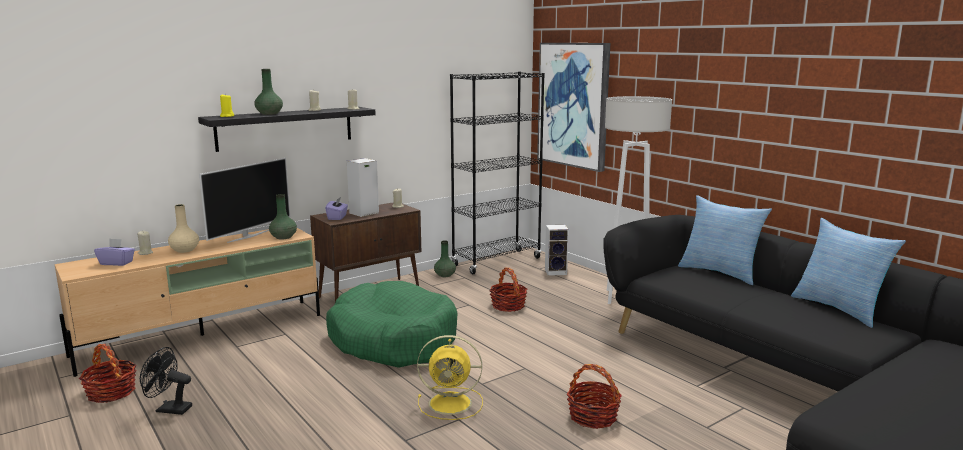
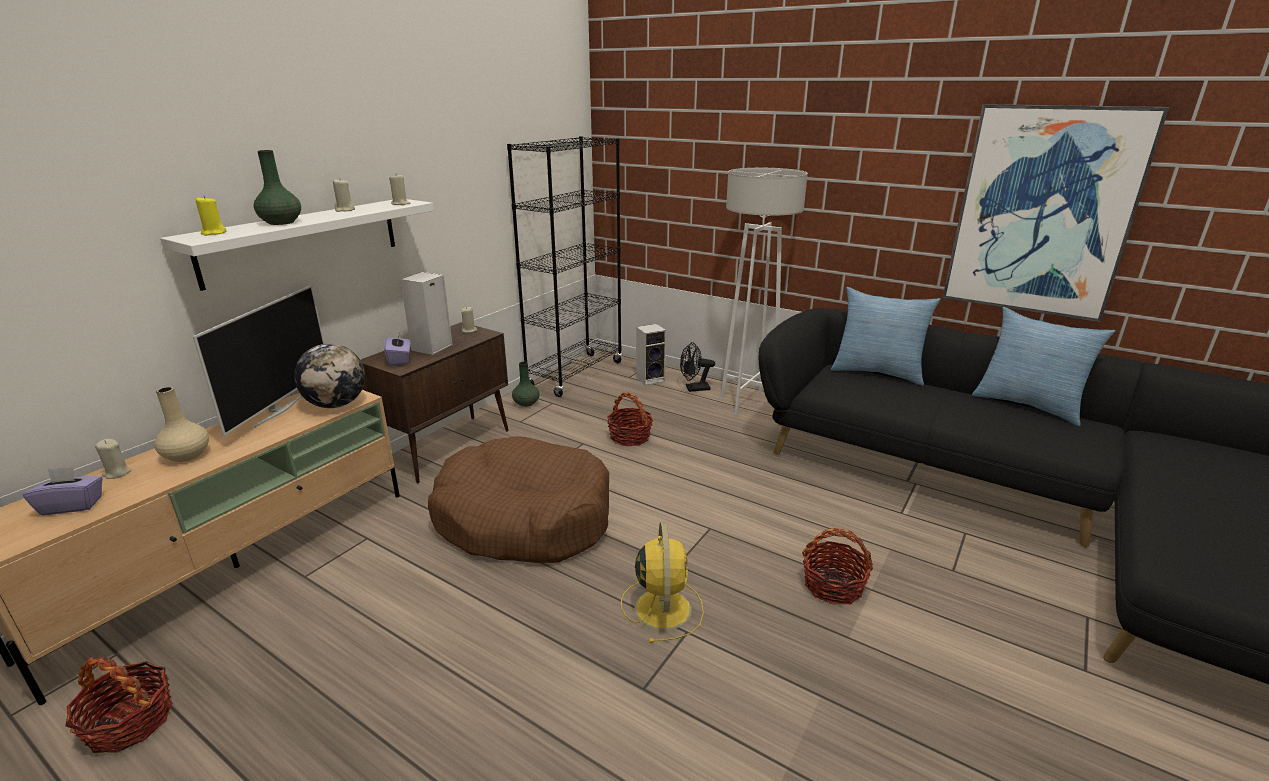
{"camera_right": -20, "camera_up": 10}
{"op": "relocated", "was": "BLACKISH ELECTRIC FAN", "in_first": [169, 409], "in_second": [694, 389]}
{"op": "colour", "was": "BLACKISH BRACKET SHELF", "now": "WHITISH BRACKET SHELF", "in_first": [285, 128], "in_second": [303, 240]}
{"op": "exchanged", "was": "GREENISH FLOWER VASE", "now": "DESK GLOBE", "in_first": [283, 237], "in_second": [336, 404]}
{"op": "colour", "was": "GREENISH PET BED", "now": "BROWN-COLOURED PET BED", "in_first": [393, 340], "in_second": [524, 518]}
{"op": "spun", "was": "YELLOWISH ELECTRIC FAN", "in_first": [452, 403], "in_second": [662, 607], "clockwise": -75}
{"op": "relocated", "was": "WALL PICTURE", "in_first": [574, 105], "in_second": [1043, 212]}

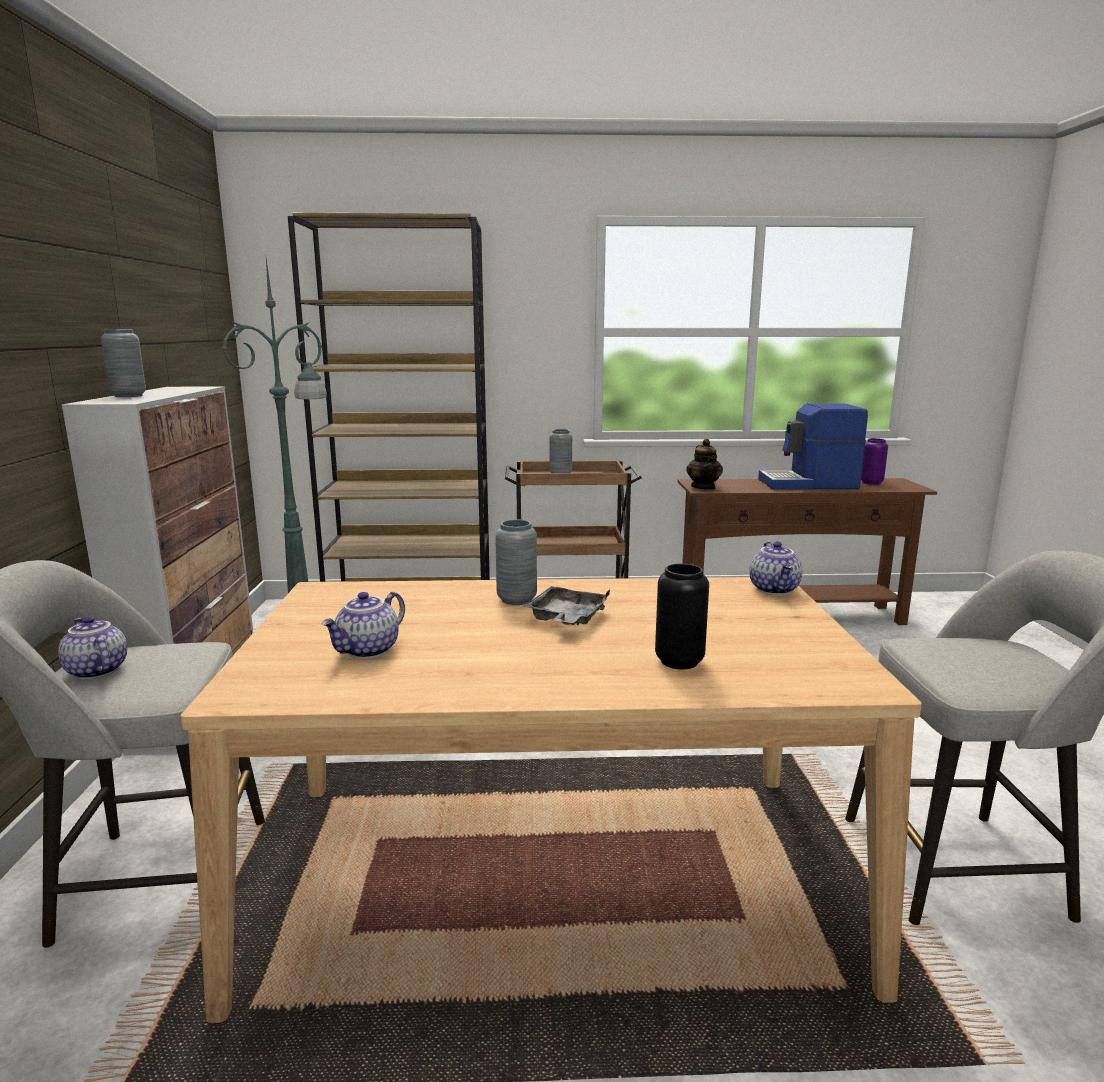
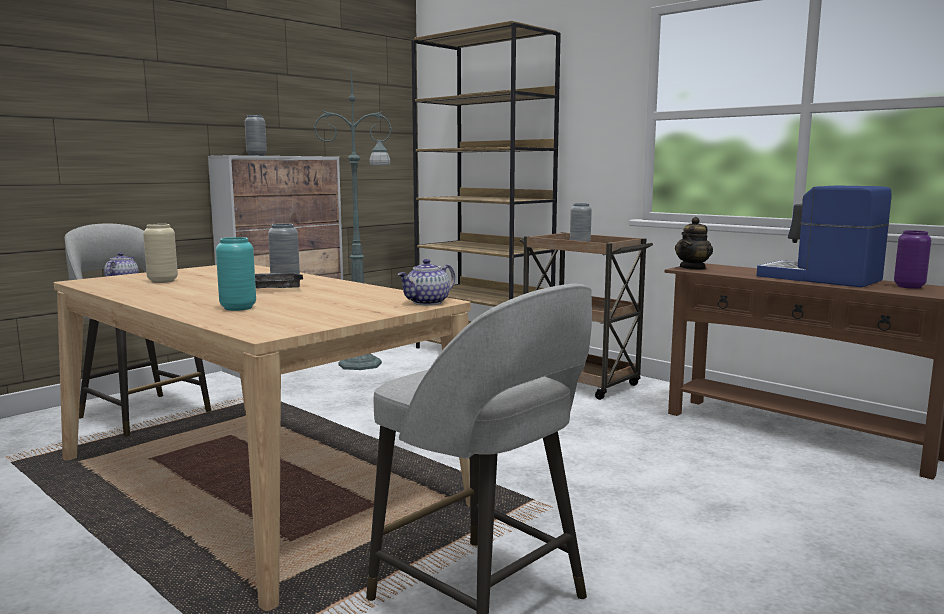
{"camera_right": 45, "camera_up": -5}
{"op": "exchanged", "was": "TEA POT", "now": "BEIGE-COLOURED FLOWER VASE", "in_first": [368, 651], "in_second": [162, 281]}
{"op": "colour", "was": "BLACKISH FLOWER VASE", "now": "BLUE-GREEN FLOWER VASE", "in_first": [679, 661], "in_second": [238, 308]}

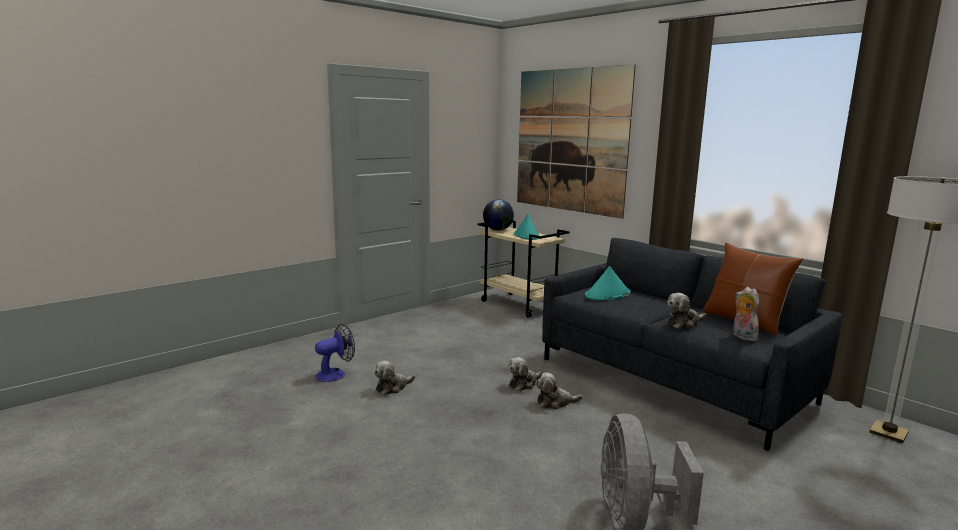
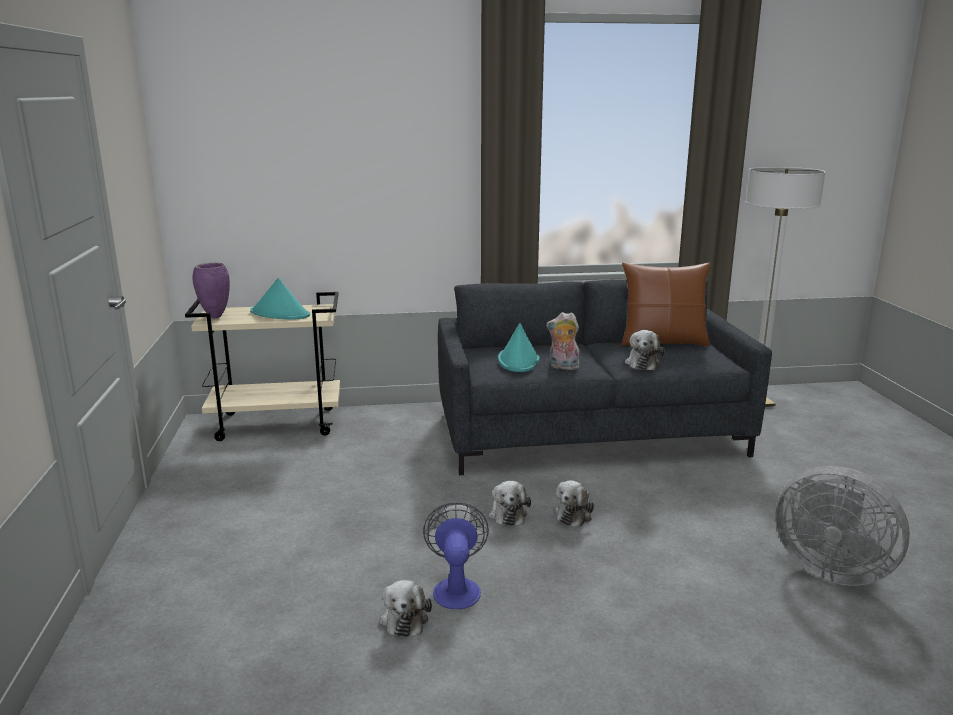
{"camera_right": -55, "camera_up": 5}
{"op": "relocated", "was": "ELECTRIC FAN", "in_first": [335, 374], "in_second": [456, 587]}
{"op": "exchanged", "was": "DESK GLOBE", "now": "PURPLE-COLOURED FLOWER VASE", "in_first": [498, 230], "in_second": [214, 317]}
{"op": "missing", "was": "WALL PICTURE", "in_first": [570, 141]}
{"op": "relocated", "was": "CUDDLY TOY", "in_first": [742, 336], "in_second": [563, 367]}

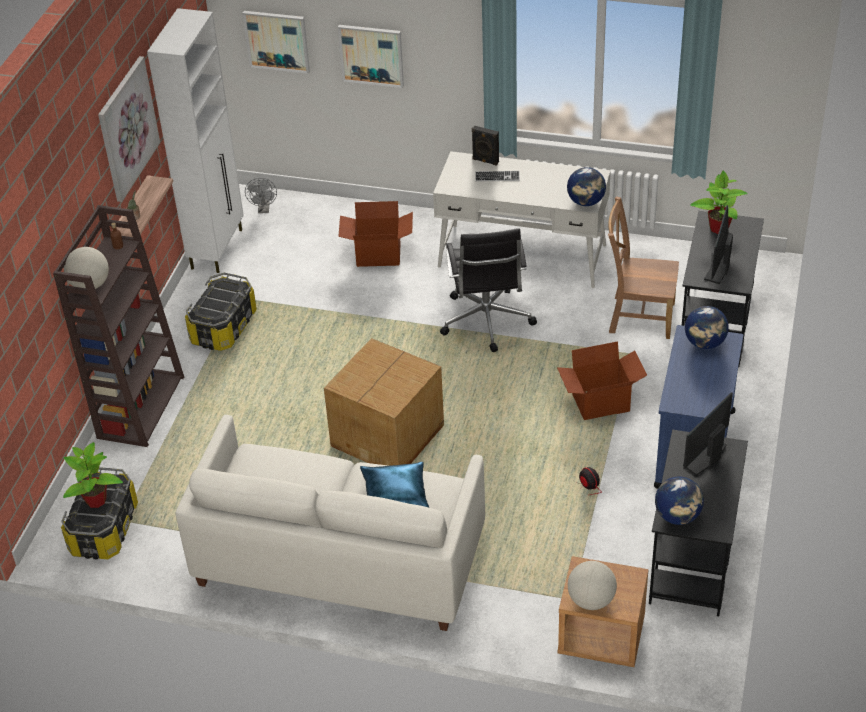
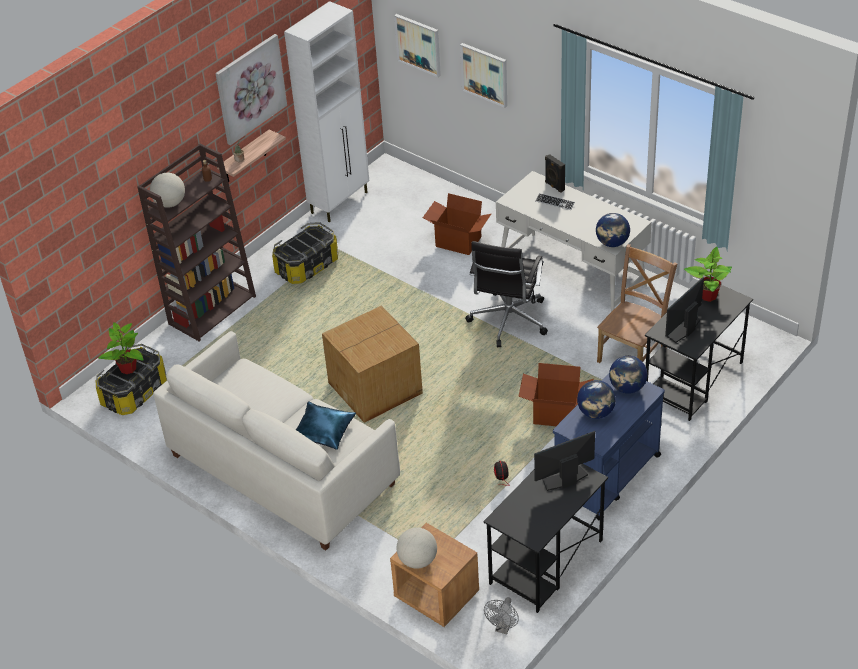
{"camera_right": 25, "camera_up": 0}
{"op": "relocated", "was": "GREYISH ELECTRIC FAN", "in_first": [264, 209], "in_second": [503, 628]}
{"op": "spun", "was": "BROWN-COLOURED PLAIN CHAIR", "in_first": [638, 317], "in_second": [633, 354], "clockwise": 90}
{"op": "relocated", "was": "DESK GLOBE", "in_first": [678, 516], "in_second": [596, 413]}

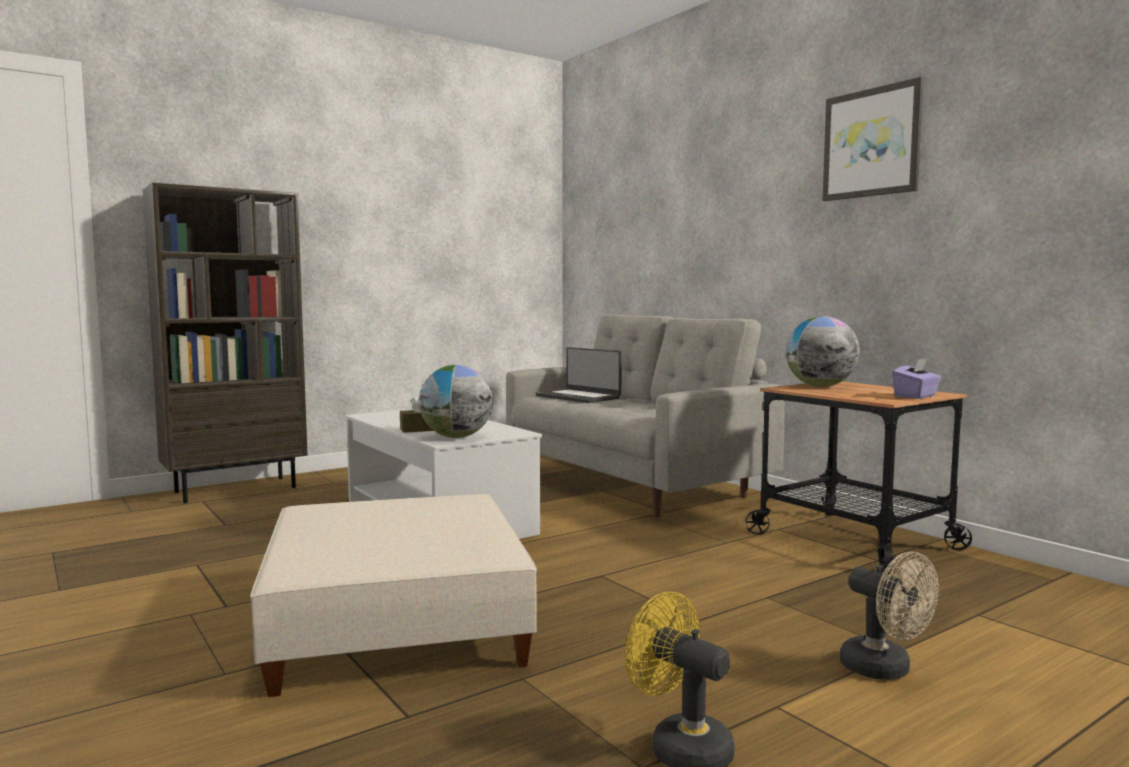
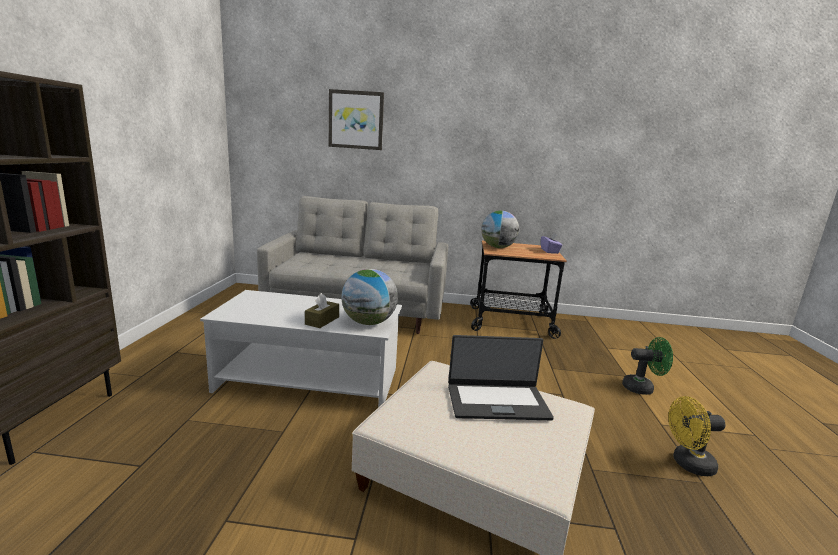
{"camera_right": -50, "camera_up": 10}
{"op": "relocated", "was": "NOTEBOOK COMPUTER", "in_first": [578, 397], "in_second": [497, 401]}
{"op": "relocated", "was": "WALL PICTURE", "in_first": [872, 143], "in_second": [356, 120]}
{"op": "colour", "was": "BEIGE-COLOURED ELECTRIC FAN", "now": "GREENISH ELECTRIC FAN", "in_first": [885, 670], "in_second": [642, 388]}

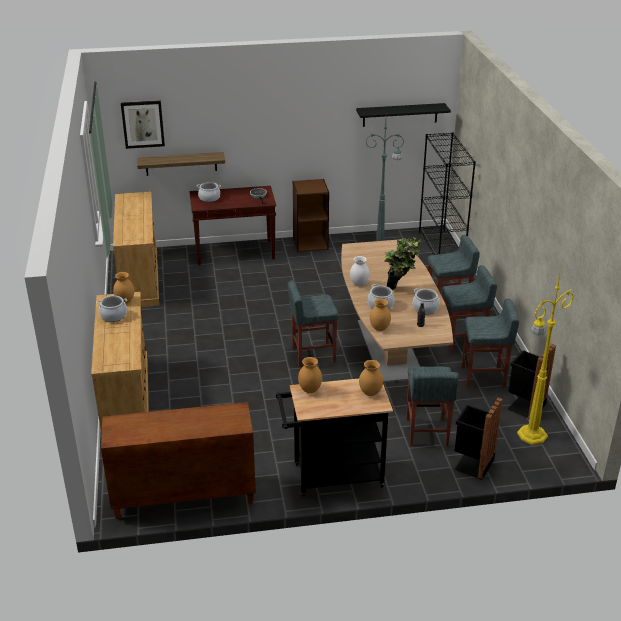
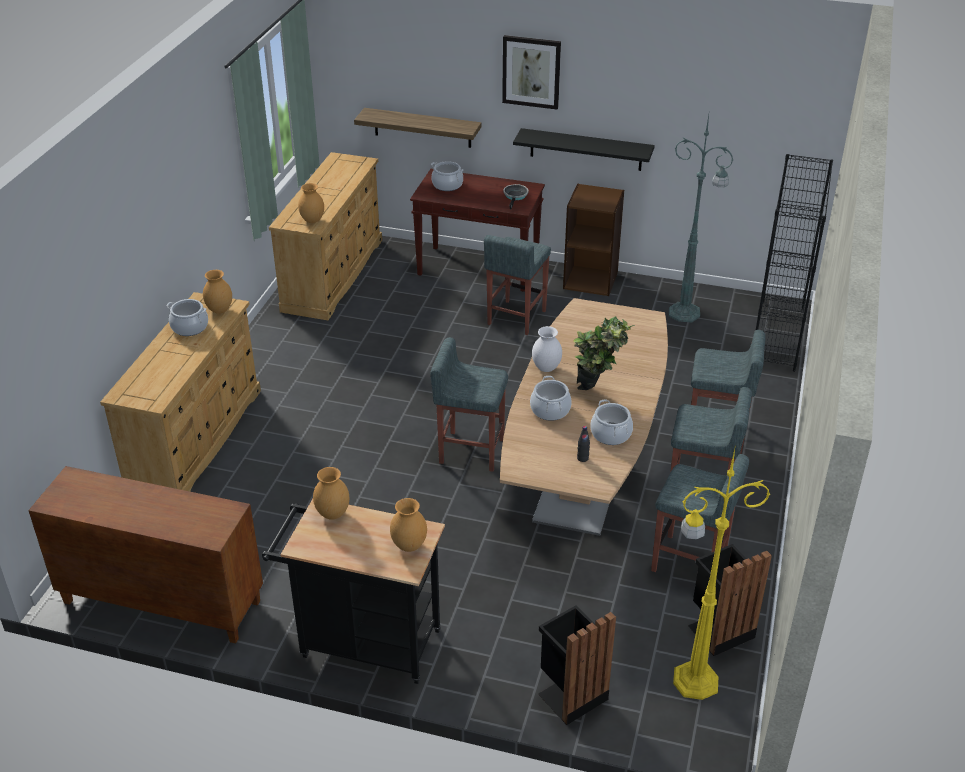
{"camera_right": 25, "camera_up": 5}
{"op": "relocated", "was": "WALL PICTURE", "in_first": [143, 124], "in_second": [531, 71]}
{"op": "relocated", "was": "BLACKISH BRACKET SHELF", "in_first": [400, 115], "in_second": [586, 149]}
{"op": "relocated", "was": "BROWN-COLOURED FLOWER VASE", "in_first": [379, 329], "in_second": [312, 221]}
{"op": "relocated", "was": "GREYISH SITTING STOOL", "in_first": [426, 432], "in_second": [516, 318]}

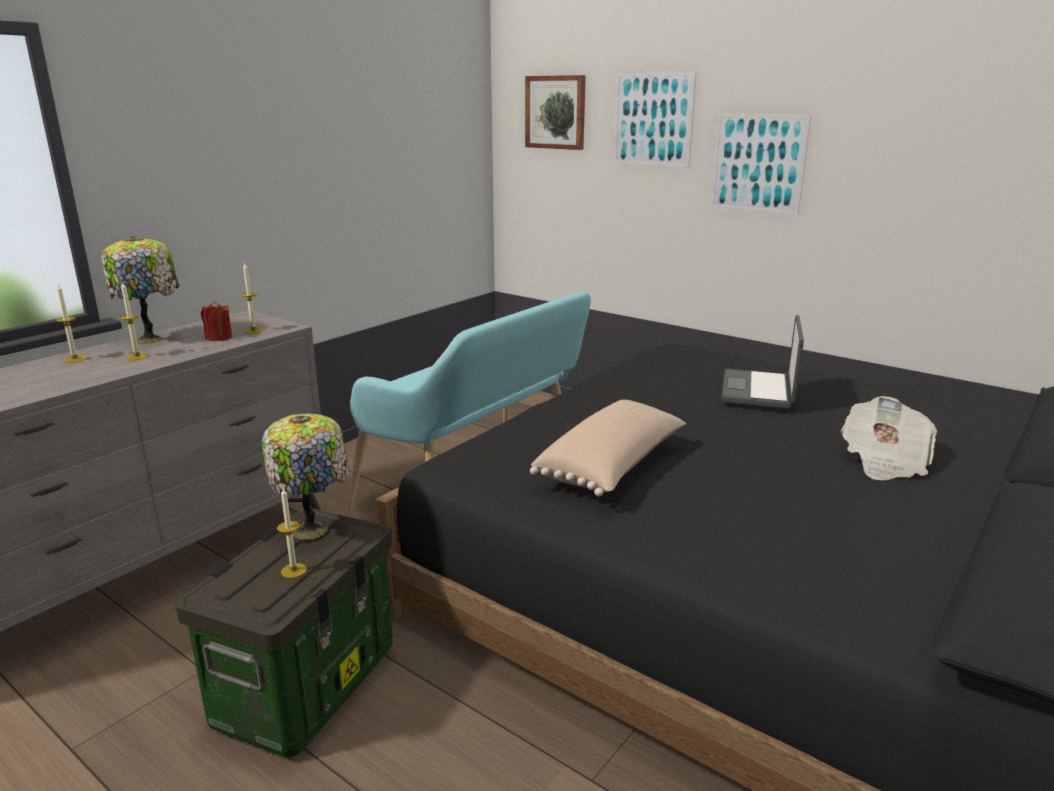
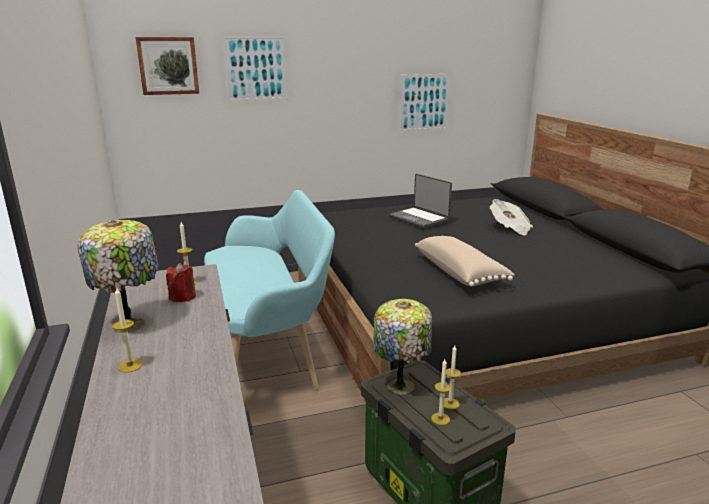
{"camera_right": -55, "camera_up": 0}
{"op": "relocated", "was": "WAX CANDLE", "in_first": [137, 357], "in_second": [440, 419]}
{"op": "relocated", "was": "WALL PICTURE", "in_first": [758, 163], "in_second": [424, 102]}

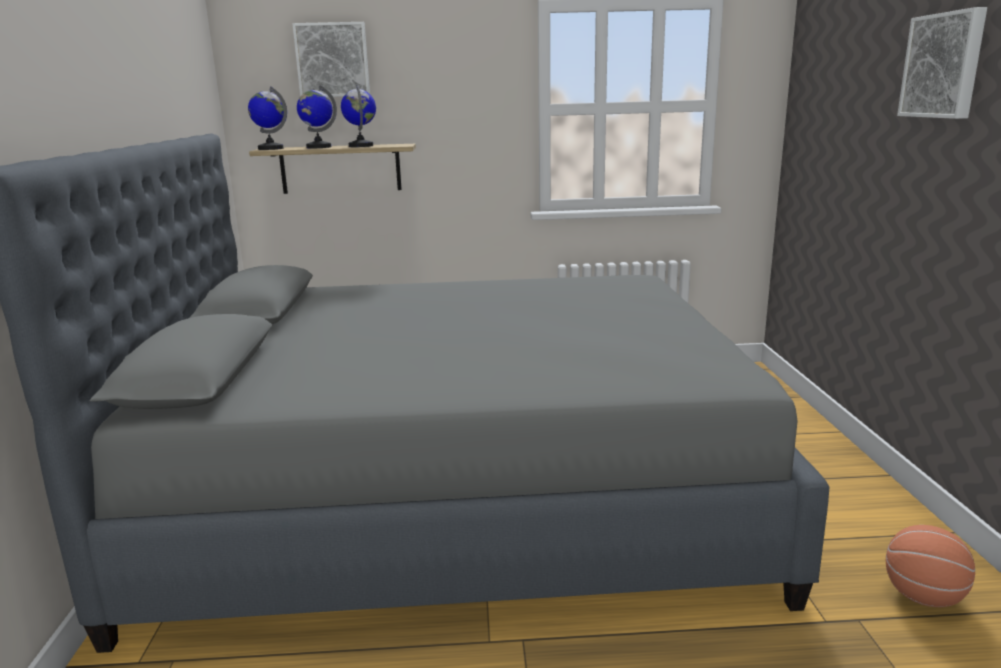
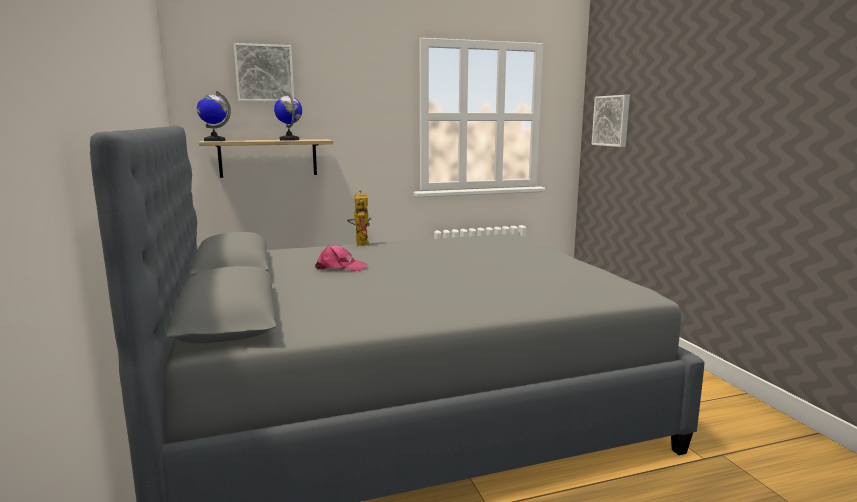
{"camera_right": -15, "camera_up": -5}
{"op": "missing", "was": "DESK GLOBE", "in_first": [318, 147]}
{"op": "missing", "was": "BALL FOR BASKETBALL", "in_first": [923, 597]}
{"op": "relocated", "was": "WALL PICTURE", "in_first": [944, 65], "in_second": [612, 121]}
{"op": "appeared", "now": "PINKISH PEAKED CAP", "in_second": [340, 267]}
{"op": "appeared", "now": "ROBOT FIGURE", "in_second": [360, 242]}

